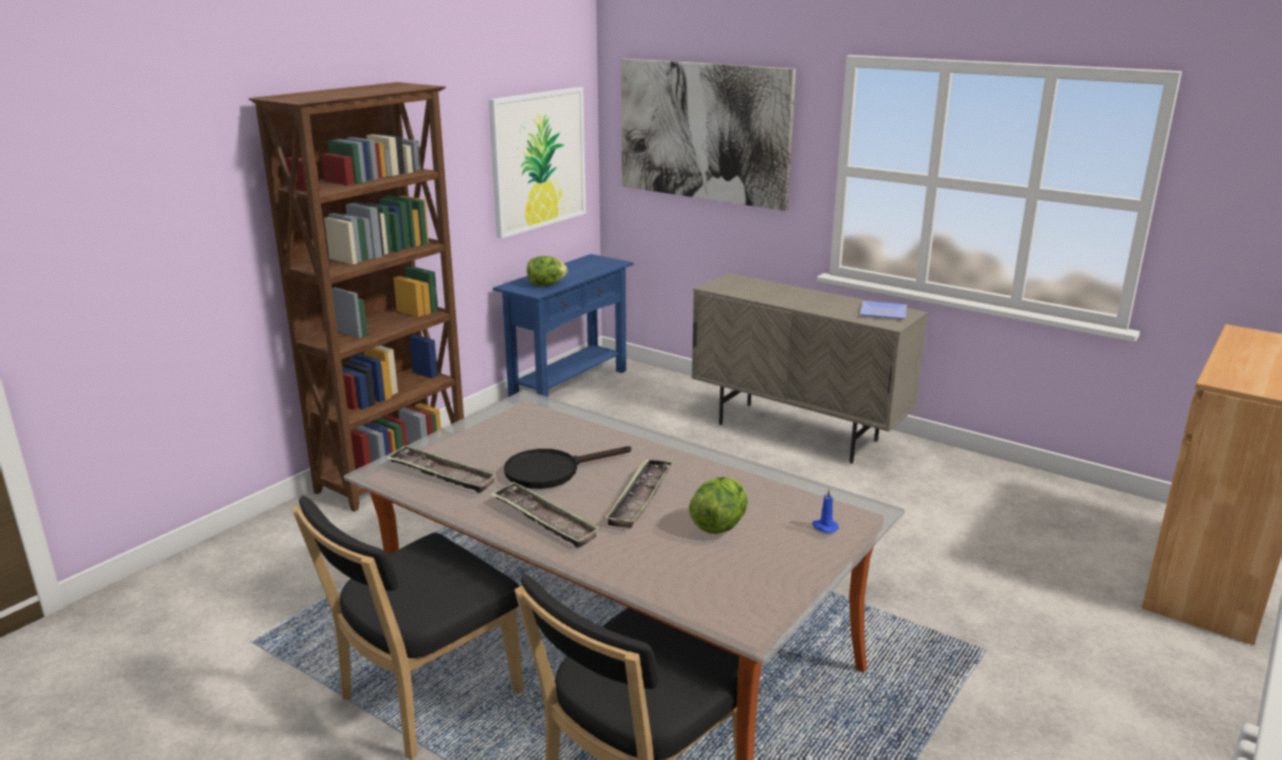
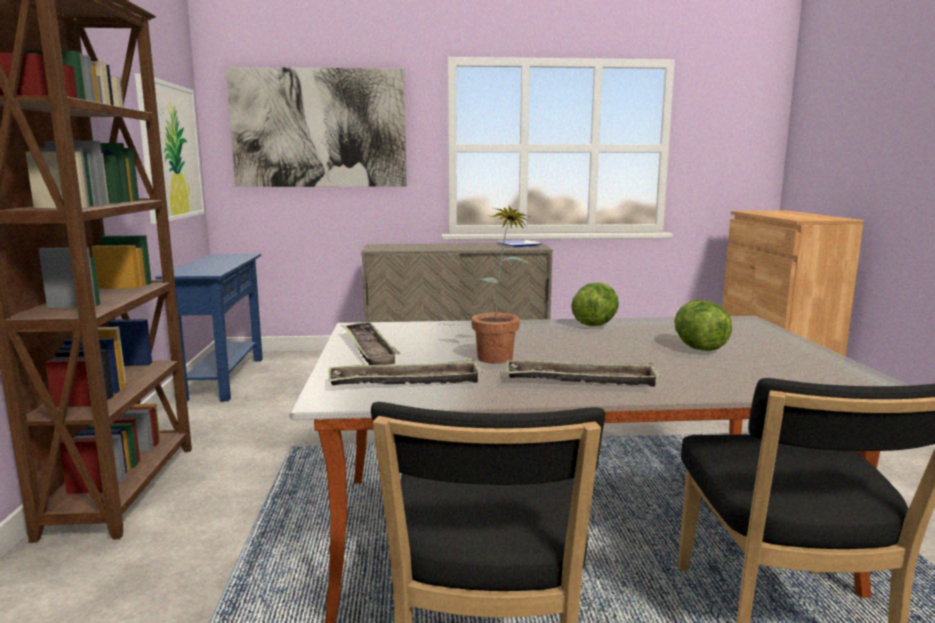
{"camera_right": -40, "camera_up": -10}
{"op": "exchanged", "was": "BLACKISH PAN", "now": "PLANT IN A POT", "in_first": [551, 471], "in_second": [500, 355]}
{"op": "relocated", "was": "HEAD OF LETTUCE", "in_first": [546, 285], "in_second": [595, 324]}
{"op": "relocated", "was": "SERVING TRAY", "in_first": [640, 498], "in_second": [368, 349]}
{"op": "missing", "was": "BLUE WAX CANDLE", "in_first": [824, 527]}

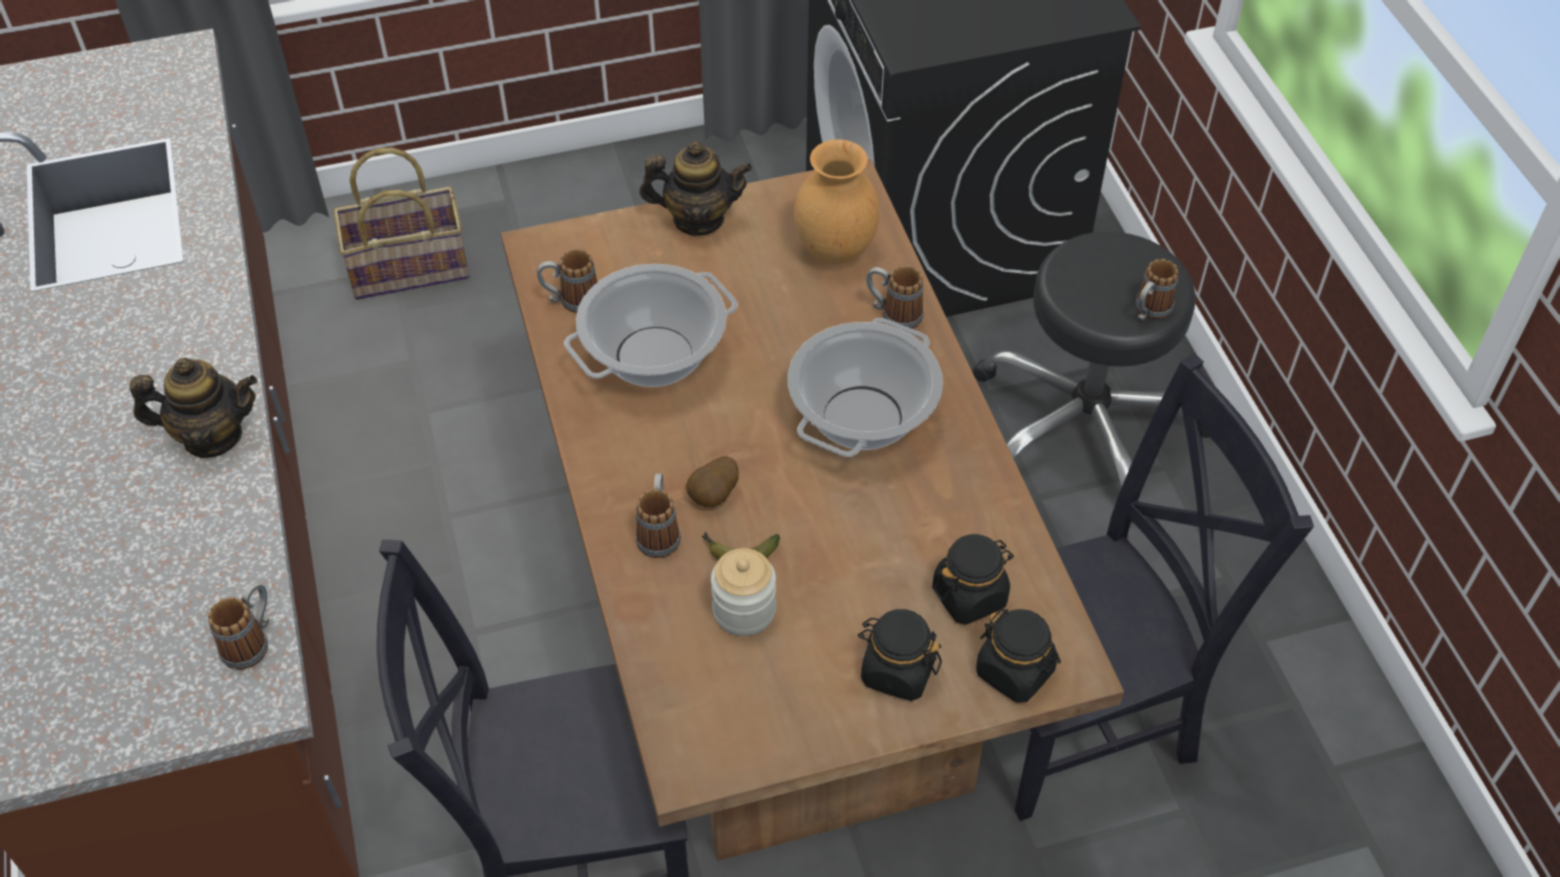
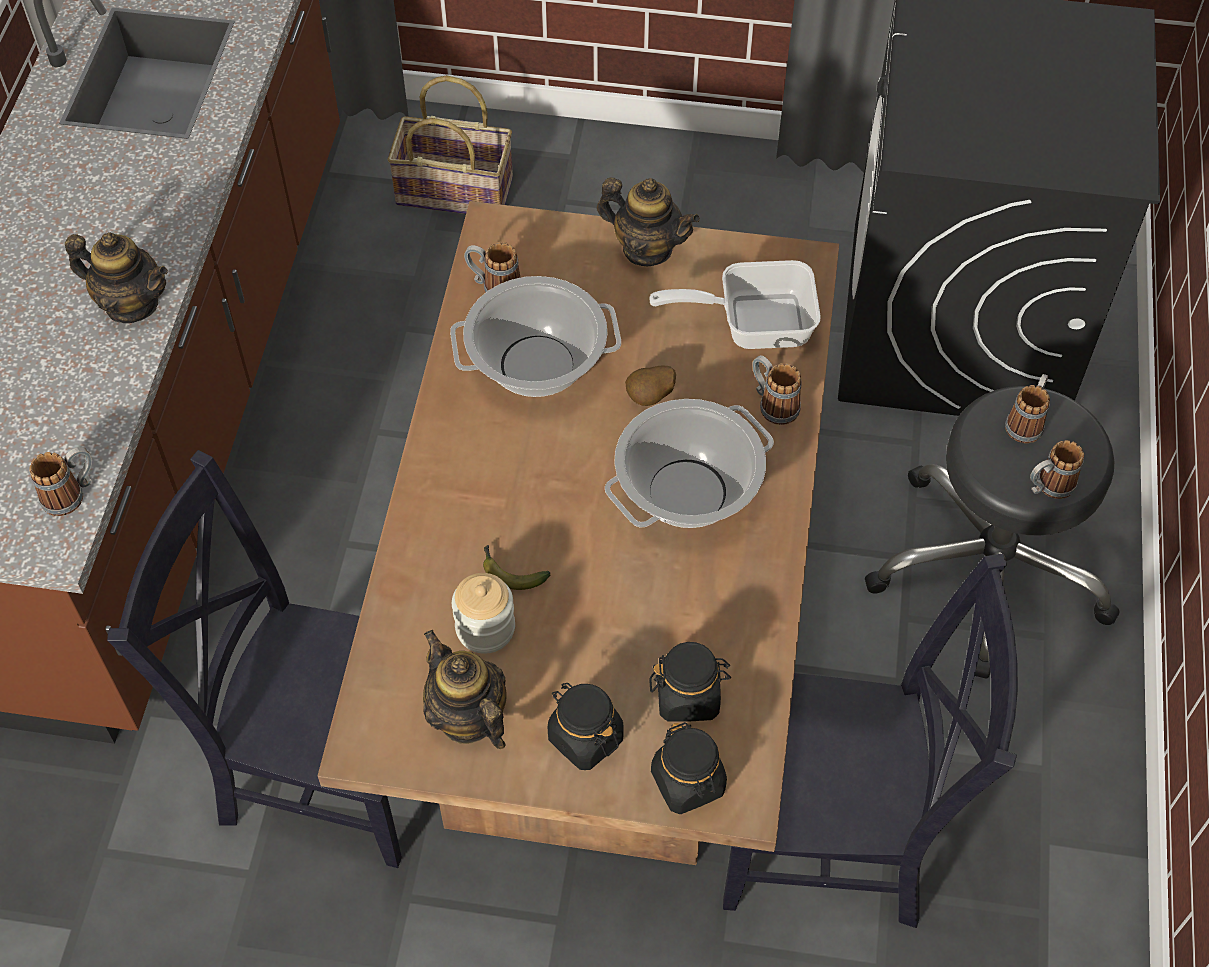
{"camera_right": 25, "camera_up": 5}
{"op": "relocated", "was": "TEA MUG", "in_first": [659, 532], "in_second": [1026, 422]}
{"op": "relocated", "was": "WHOLE POTATO", "in_first": [714, 496], "in_second": [650, 398]}
{"op": "exchanged", "was": "BROWN-COLOURED FLOWER VASE", "now": "PAN", "in_first": [834, 251], "in_second": [752, 323]}
{"op": "appeared", "now": "TEA POT", "in_second": [467, 717]}

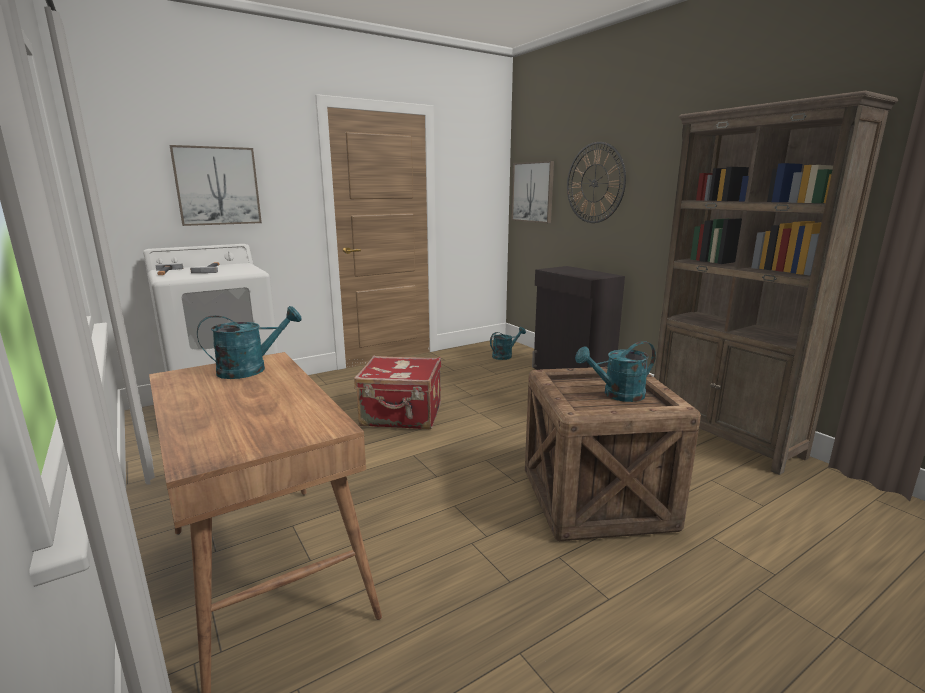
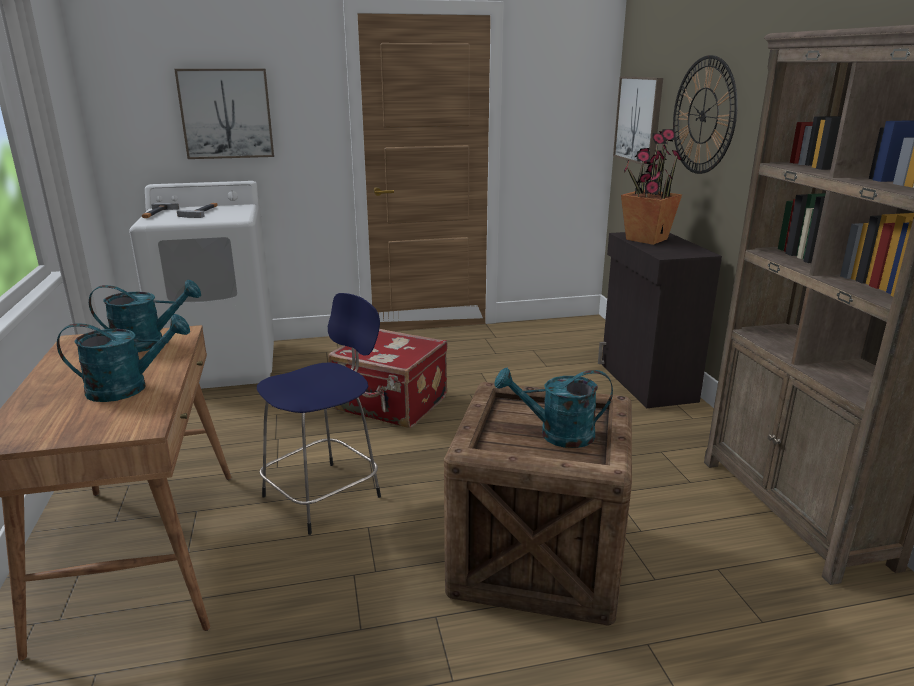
{"camera_right": 20, "camera_up": 5}
{"op": "relocated", "was": "BLUE-GREEN WATERING CAN", "in_first": [505, 355], "in_second": [128, 388]}
{"op": "appeared", "now": "BLUE SITTING STOOL", "in_second": [325, 495]}
{"op": "appeared", "now": "PLANT IN A POT", "in_second": [646, 239]}

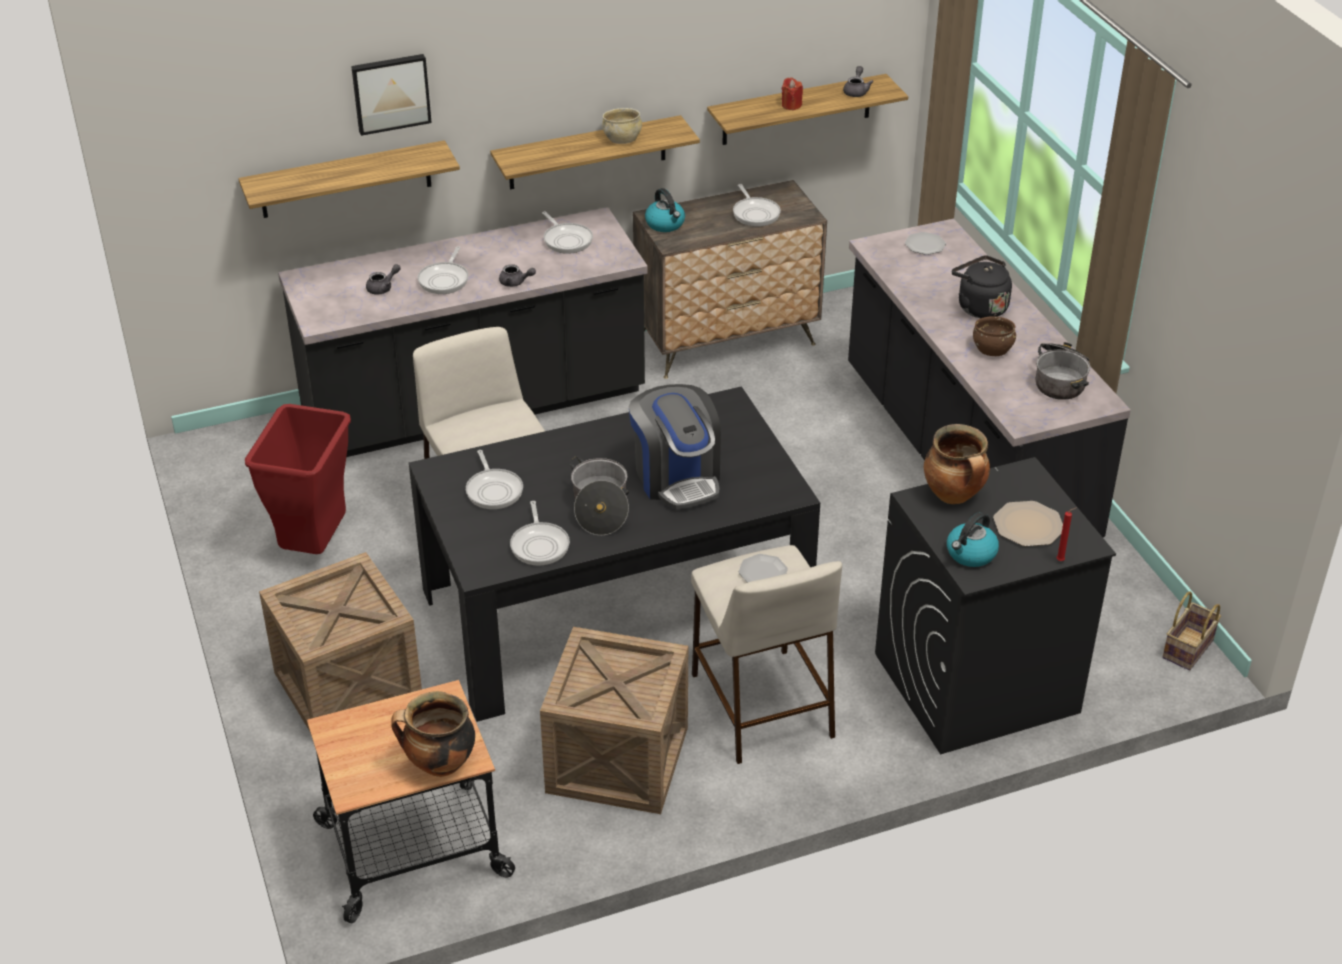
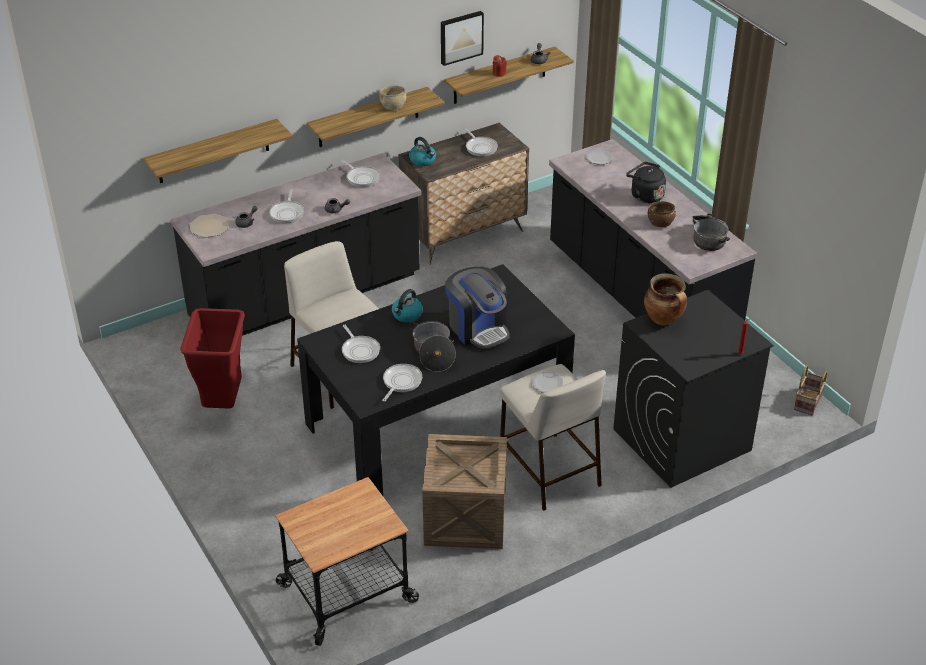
{"camera_right": -10, "camera_up": 0}
{"op": "missing", "was": "CRATE", "in_first": [348, 687]}
{"op": "relocated", "was": "WALL PICTURE", "in_first": [390, 93], "in_second": [460, 37]}
{"op": "missing", "was": "COOKING POT", "in_first": [439, 765]}
{"op": "spun", "was": "PAN", "in_first": [540, 544], "in_second": [401, 382], "clockwise": -135}
{"op": "relocated", "was": "TEA KETTLE", "in_first": [970, 554], "in_second": [407, 315]}
{"op": "relocated", "was": "PLATE", "in_first": [1028, 525], "in_second": [209, 227]}

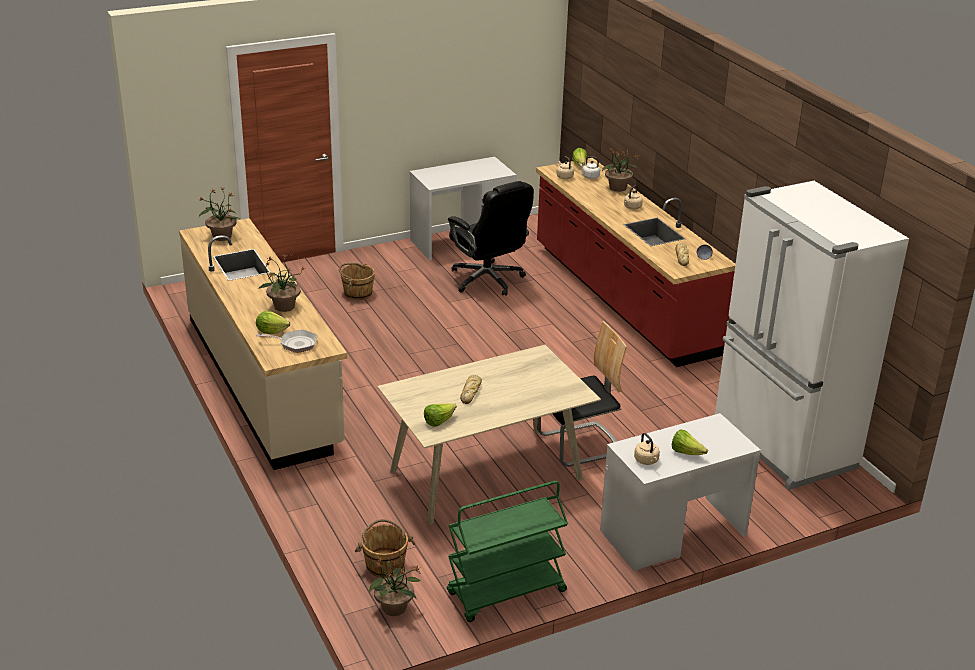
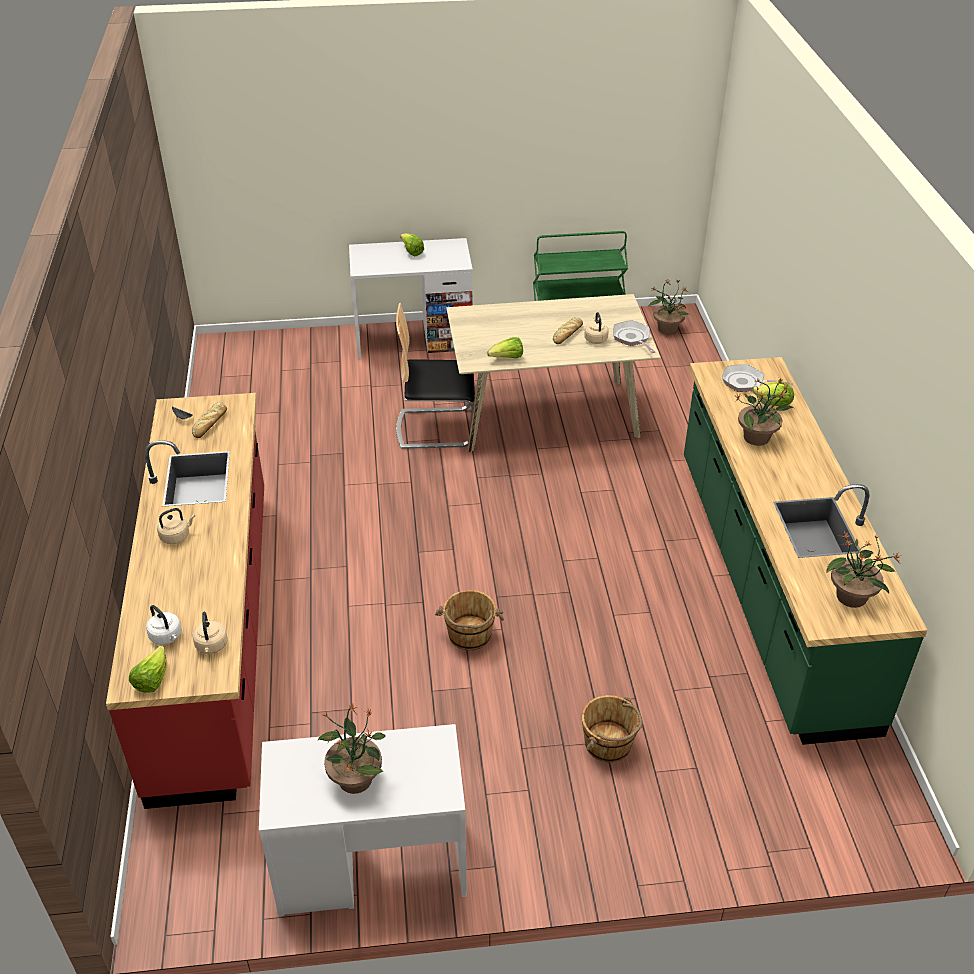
{"camera_right": -160, "camera_up": 10}
{"op": "colour", "was": "BEIGE-COLOURED COUNTER", "now": "GREENISH COUNTER", "in_first": [263, 380], "in_second": [769, 586]}
{"op": "relocated", "was": "BROWN-COLOURED PAIL", "in_first": [385, 564], "in_second": [469, 635]}
{"op": "relocated", "was": "HEAD OF LETTUCE", "in_first": [439, 421], "in_second": [507, 358]}
{"op": "missing", "was": "BLACKISH COMPUTER CHAIR", "in_first": [488, 280]}
{"op": "relocated", "was": "PLANT IN A POT", "in_first": [618, 188], "in_second": [355, 778]}
{"op": "relocated", "was": "BEIGE-COLOURED TEA KETTLE", "in_first": [647, 461], "in_second": [595, 339]}
{"op": "missing", "was": "WHITISH FRIDGE", "in_first": [781, 445]}
{"op": "appeared", "now": "PAN", "in_second": [632, 338]}

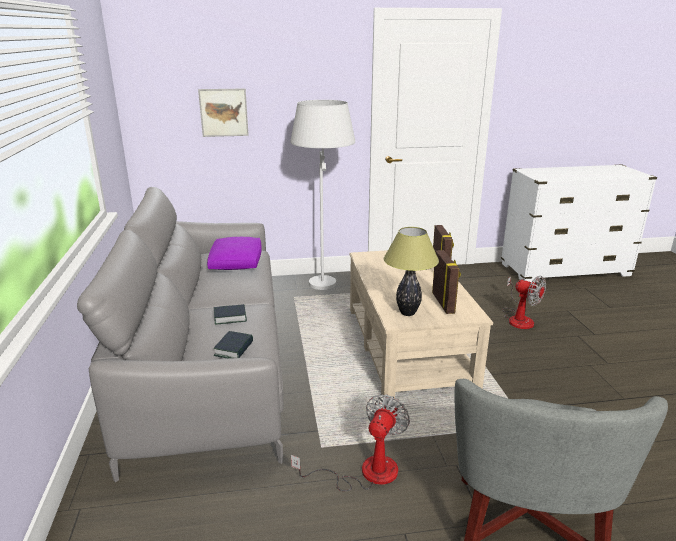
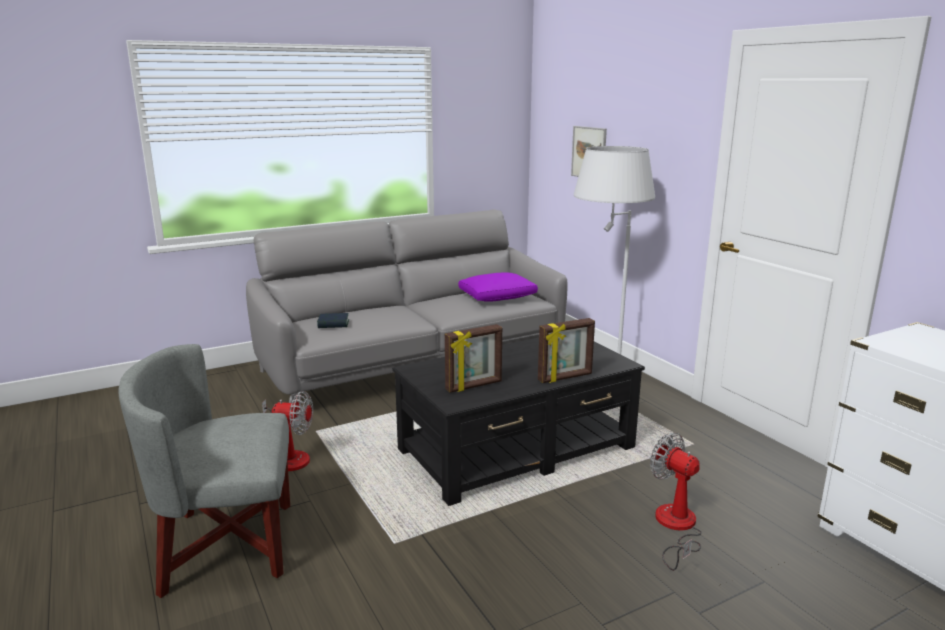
{"camera_right": 70, "camera_up": -5}
{"op": "missing", "was": "BOOK", "in_first": [230, 317]}
{"op": "colour", "was": "BEIGE-COLOURED LOUNGE TABLE", "now": "BLACKISH LOUNGE TABLE", "in_first": [408, 345], "in_second": [518, 449]}
{"op": "missing", "was": "LAMP FOR A TABLE", "in_first": [408, 313]}
{"op": "spun", "was": "ELECTRIC FAN", "in_first": [519, 318], "in_second": [675, 527], "clockwise": 120}

